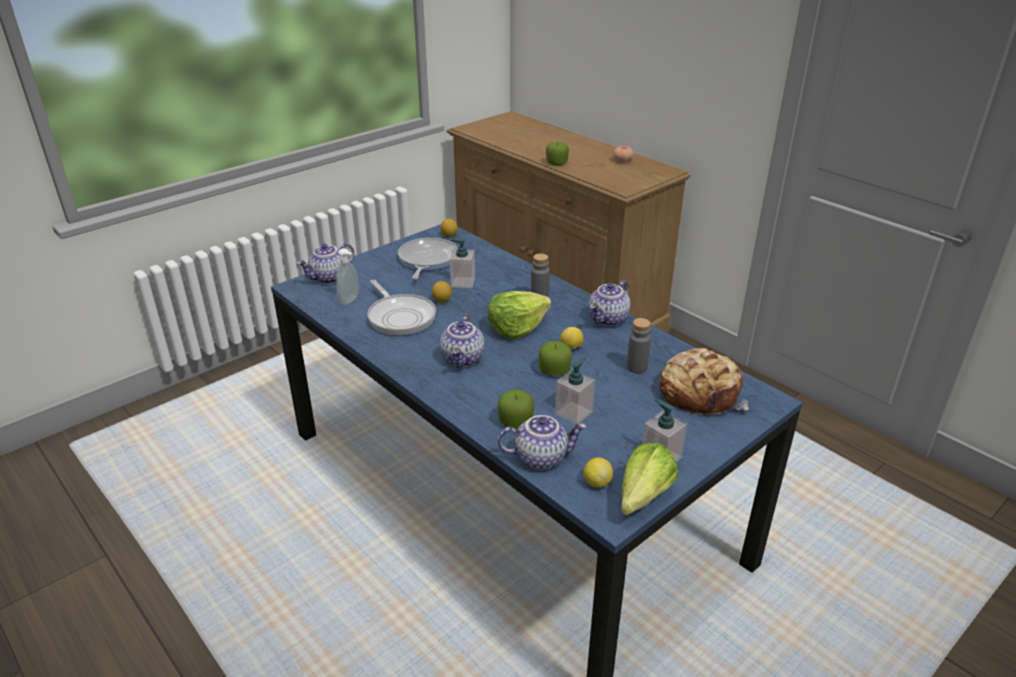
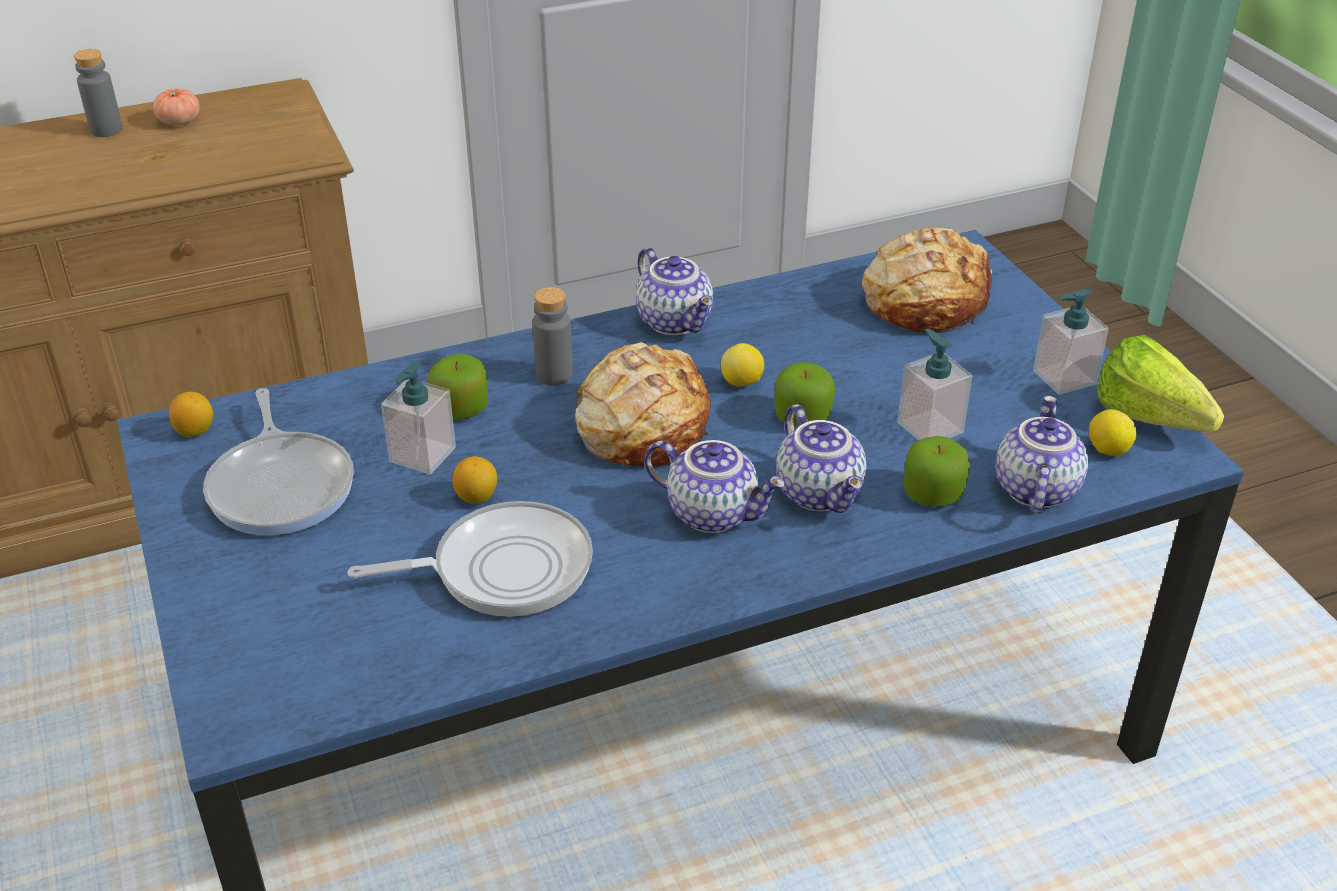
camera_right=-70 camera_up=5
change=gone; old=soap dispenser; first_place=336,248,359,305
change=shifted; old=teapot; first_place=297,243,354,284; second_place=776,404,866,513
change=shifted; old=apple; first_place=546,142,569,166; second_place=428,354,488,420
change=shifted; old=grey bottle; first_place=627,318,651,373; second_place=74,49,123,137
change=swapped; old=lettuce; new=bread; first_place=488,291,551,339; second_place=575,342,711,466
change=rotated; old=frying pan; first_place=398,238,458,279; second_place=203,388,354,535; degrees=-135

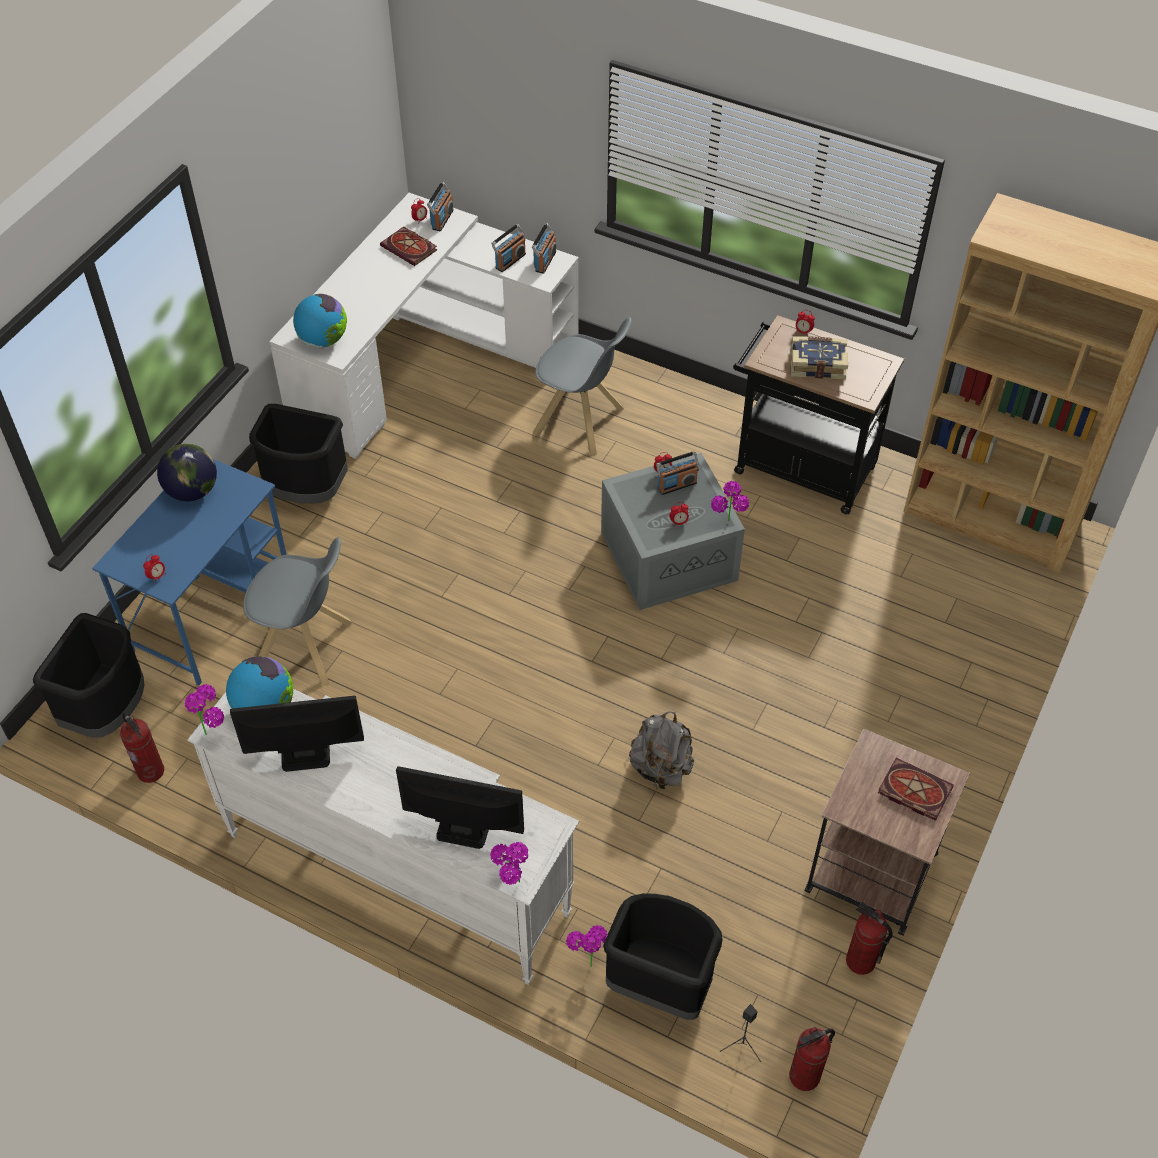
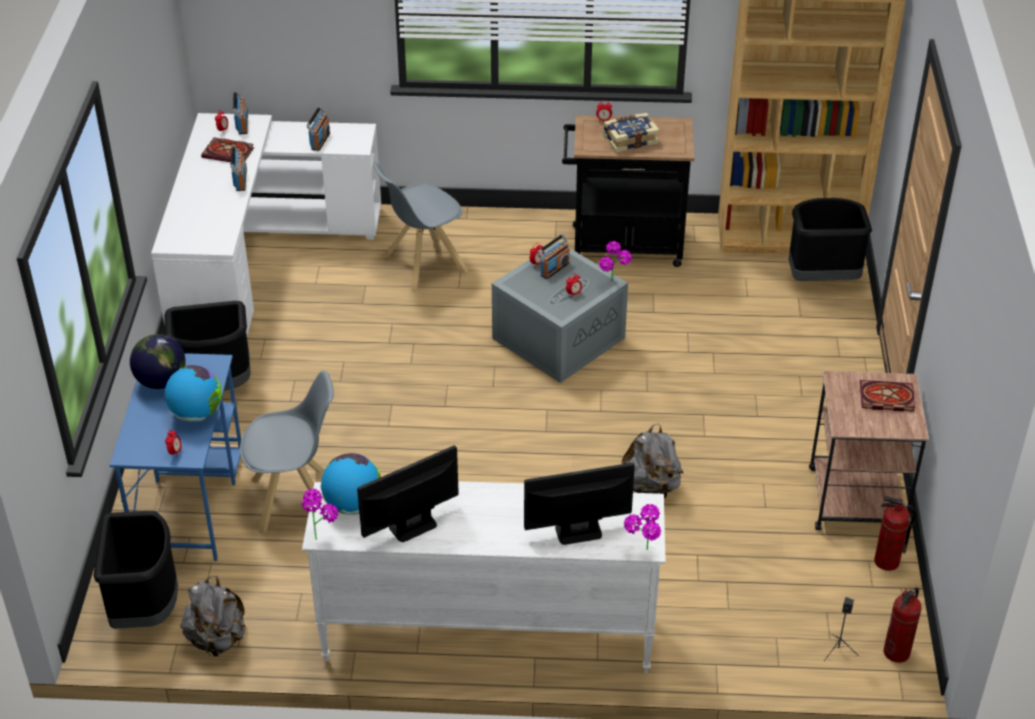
camera_right=-25 camera_up=-10
change=gone; old=potted plant; first_place=566,925,608,967
change=shifted; old=globe; first_place=293,294,347,349; second_place=165,365,222,422
change=shifted; old=radio; first_place=532,223,556,274; second_place=231,145,247,191
change=shifted; old=black trash can; first_place=603,893,722,1020; second_place=789,198,872,281
change=swapped; old=fire extinguisher; new=grey backpack; first_place=120,713,164,783; second_place=181,576,246,656
change=rotated; old=grey chair; first_place=533,317,632,455; second_place=373,163,468,292; degrees=150

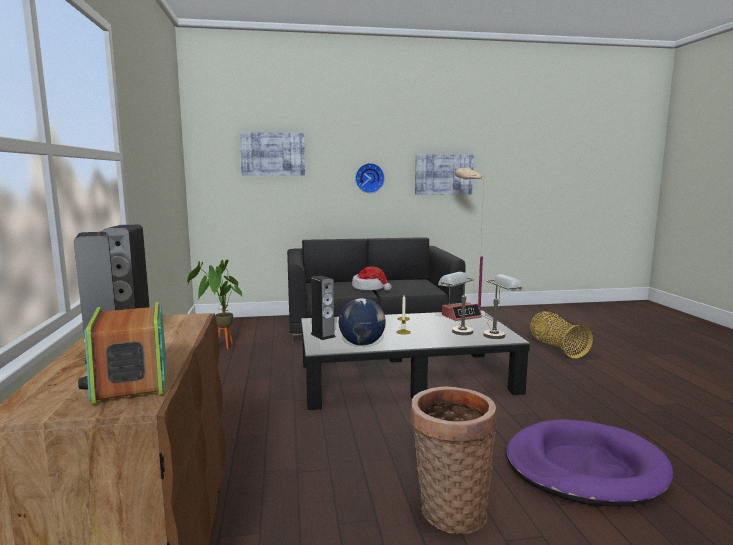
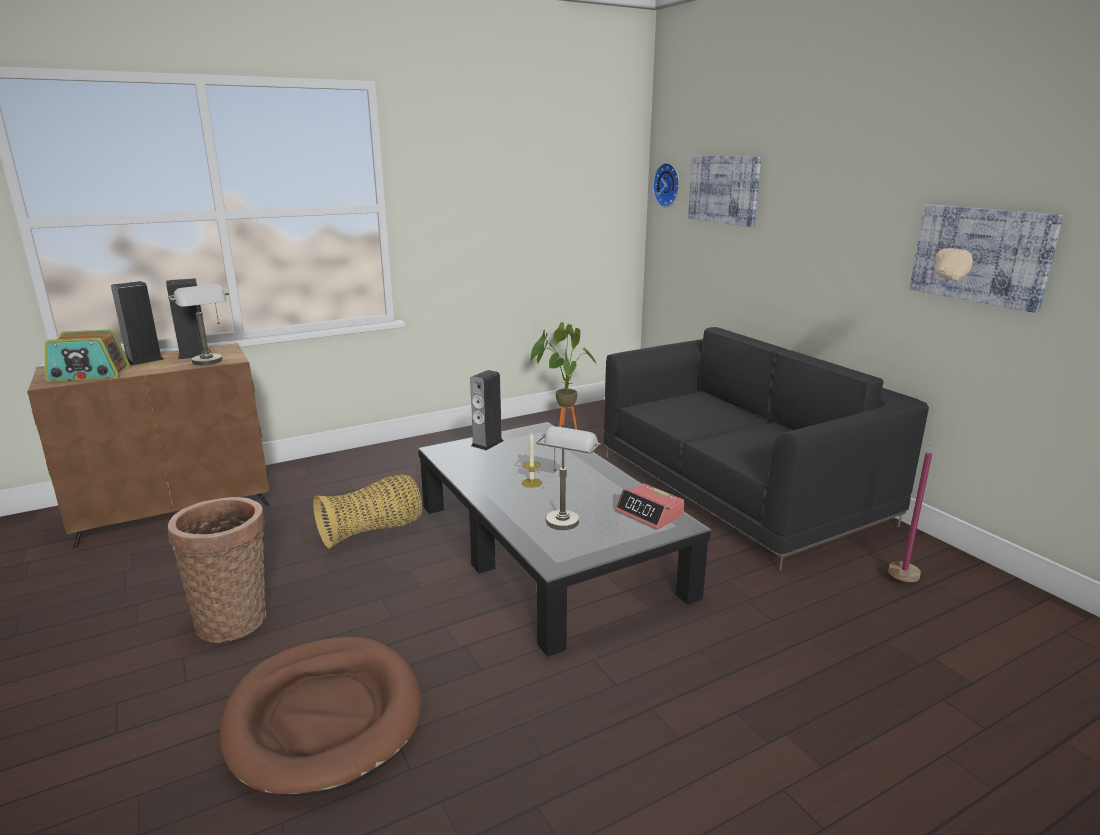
camera_right=70 camera_up=10
change=gone; old=globe; first_place=339,298,386,346
change=gone; old=hat; first_place=352,267,392,291
change=shifted; old=wall clock; first_place=355,163,385,193; second_place=653,163,679,208
change=shifted; old=grey table lamp; first_place=483,274,525,339; second_place=168,284,229,365
change=shifted; old=basket; first_place=530,311,593,358; second_place=313,475,422,549
change=repainted; old=purple dog bed; new=brown dog bed; first_place=506,419,673,507; second_place=220,637,422,796
change=rotated; old=radio; first_place=78,302,166,405; second_place=45,330,130,382; degrees=-150

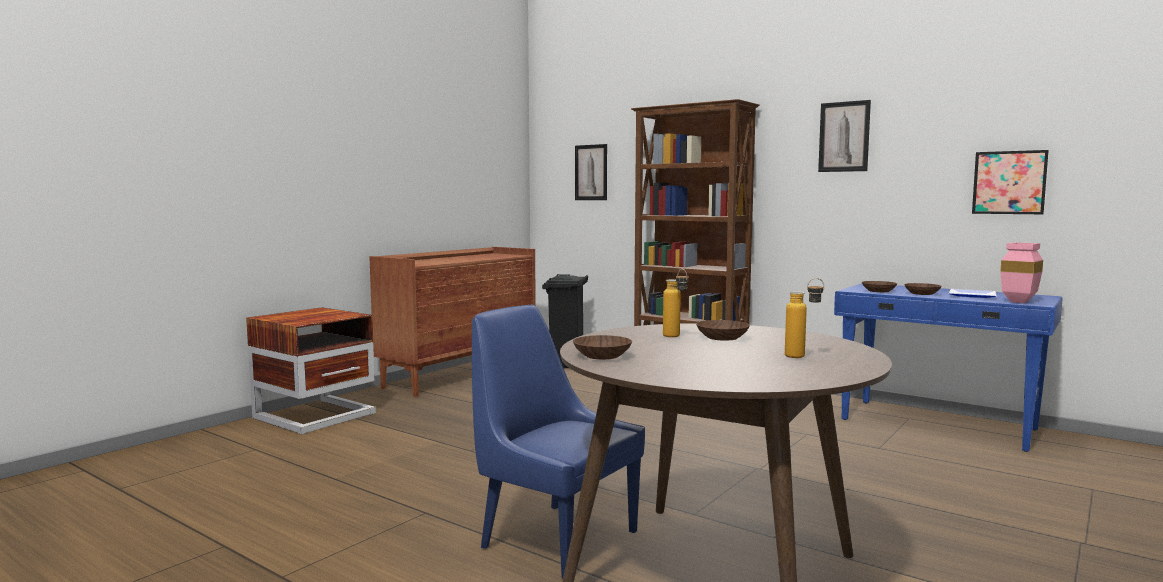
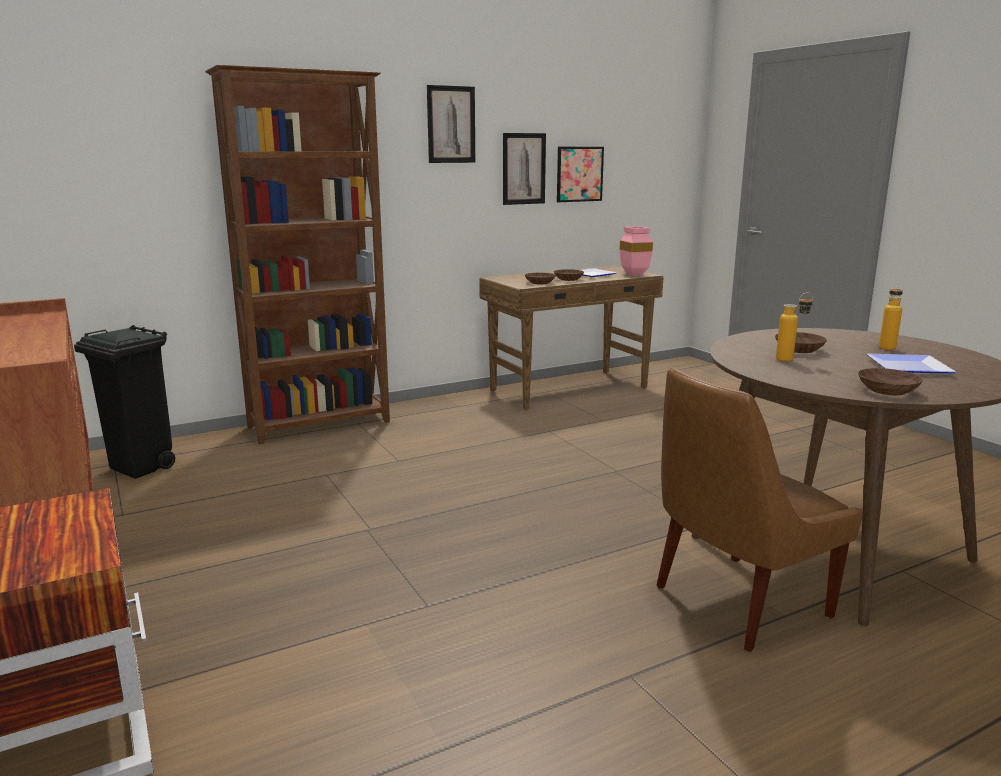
camera_right=-65 camera_up=10
change=new; new=plate; second_place=867,354,956,373
change=shifted; old=picture; first_place=575,144,607,200; second_place=503,133,546,205
change=repainted; old=blue chair; new=brown chair; first_place=472,305,645,579; second_place=657,367,863,652
change=repainted; old=blue console table; new=brown console table; first_place=834,283,1063,452; second_place=479,266,664,410

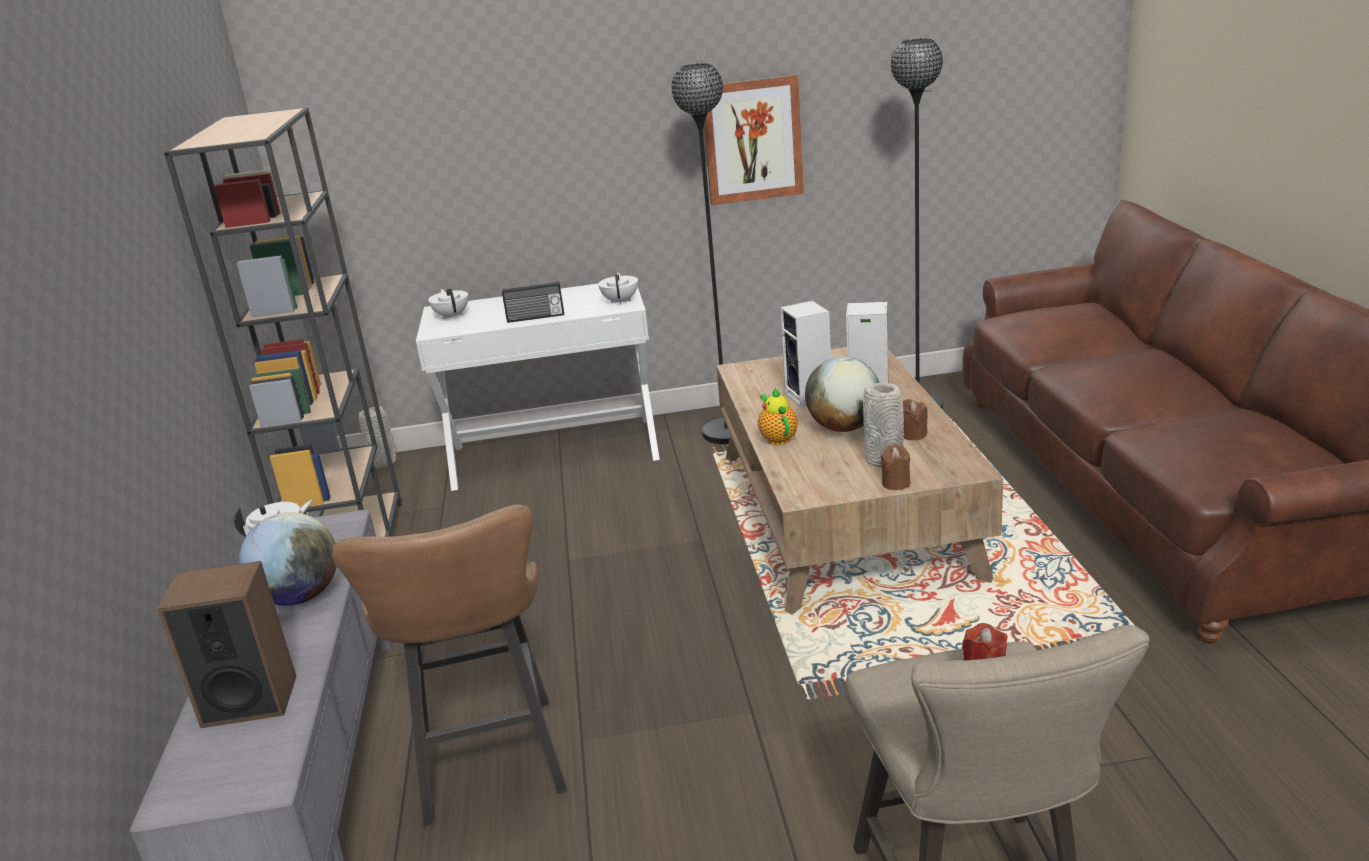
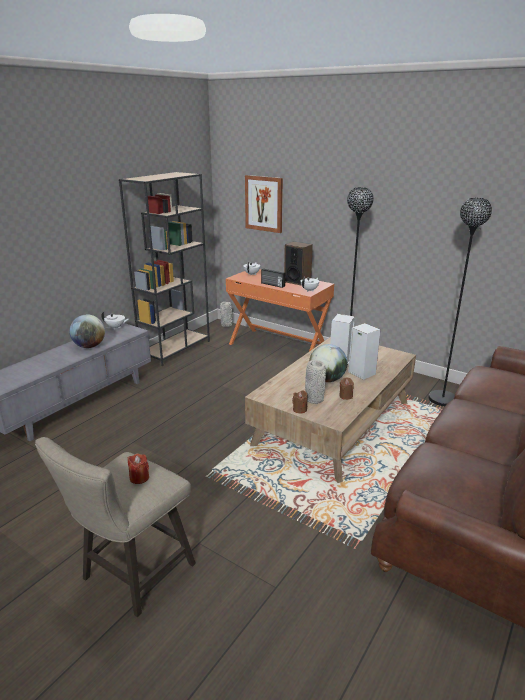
camera_right=40 camera_up=0
change=gone; old=brown stool; first_place=332,505,567,827
change=gone; old=teapot; first_place=758,387,798,445
change=shifted; old=speaker; first_place=157,561,297,728; second_place=284,241,313,286
change=shifted; old=picture; first_place=704,75,804,205; second_place=245,175,283,233
change=repainted; old=white console table; new=orange console table; first_place=416,284,660,491; second_place=226,269,334,351

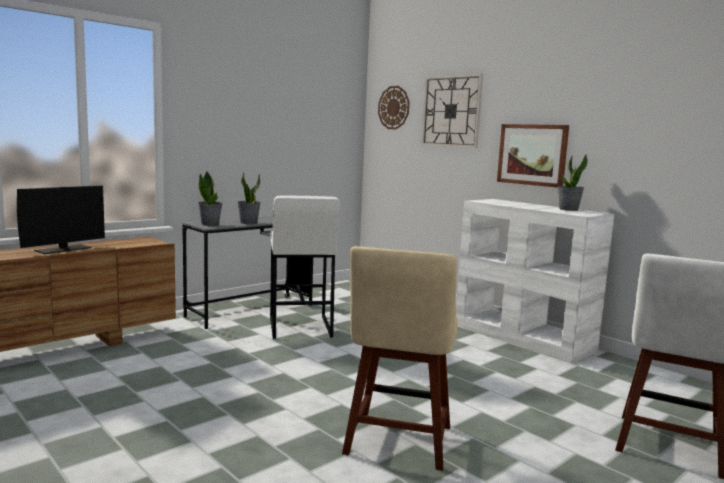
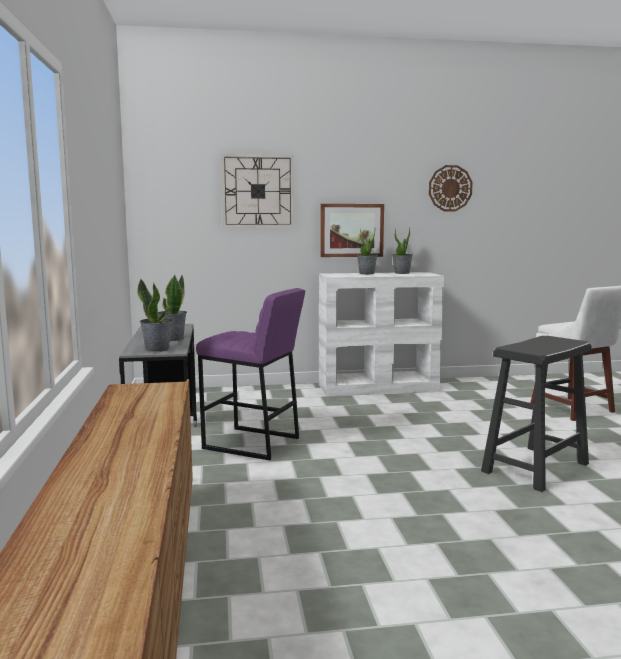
camera_right=-55 camera_up=0
change=gone; old=monitor; first_place=17,185,105,254
change=new; new=potted plant; second_place=357,229,377,274
change=shifted; old=wall clock; first_place=378,86,409,129; second_place=429,165,473,211
change=swapped; old=beige chair; new=black stool; first_place=342,246,458,471; second_place=481,336,591,492
change=repainted; old=white stool; new=purple stool; first_place=270,196,340,339; second_place=196,288,305,460

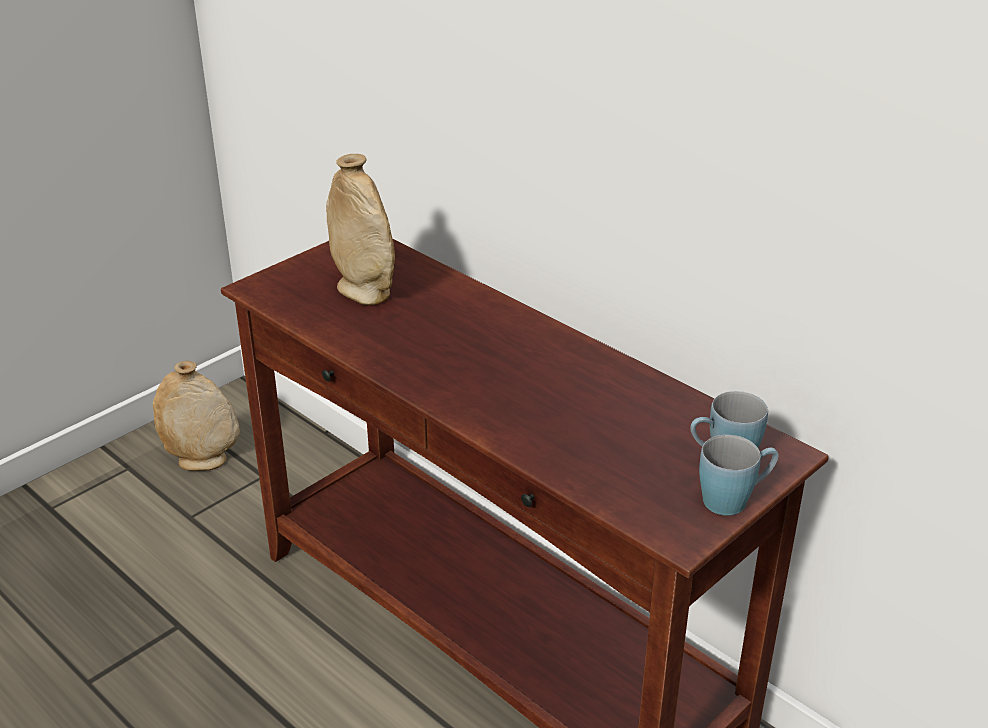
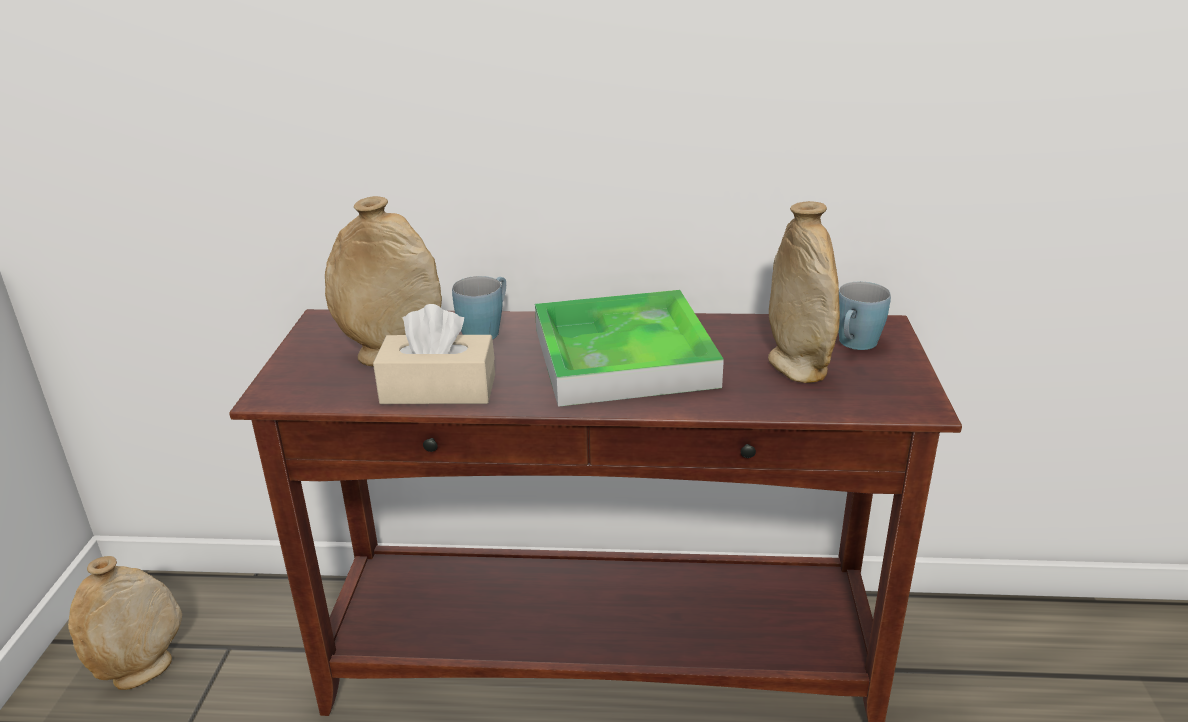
camera_right=-40 camera_up=-5
change=new; new=beige tissue box; second_place=373,304,495,404
change=new; new=tray; second_place=535,290,724,407
change=new; new=beige vase; second_place=768,201,840,383
change=shifted; old=blue mug; first_place=699,435,779,516; second_place=452,276,506,340

